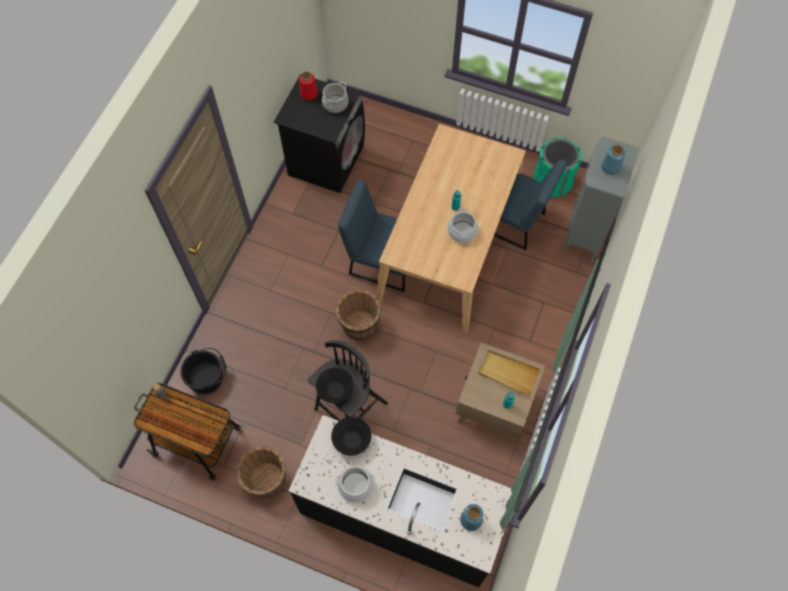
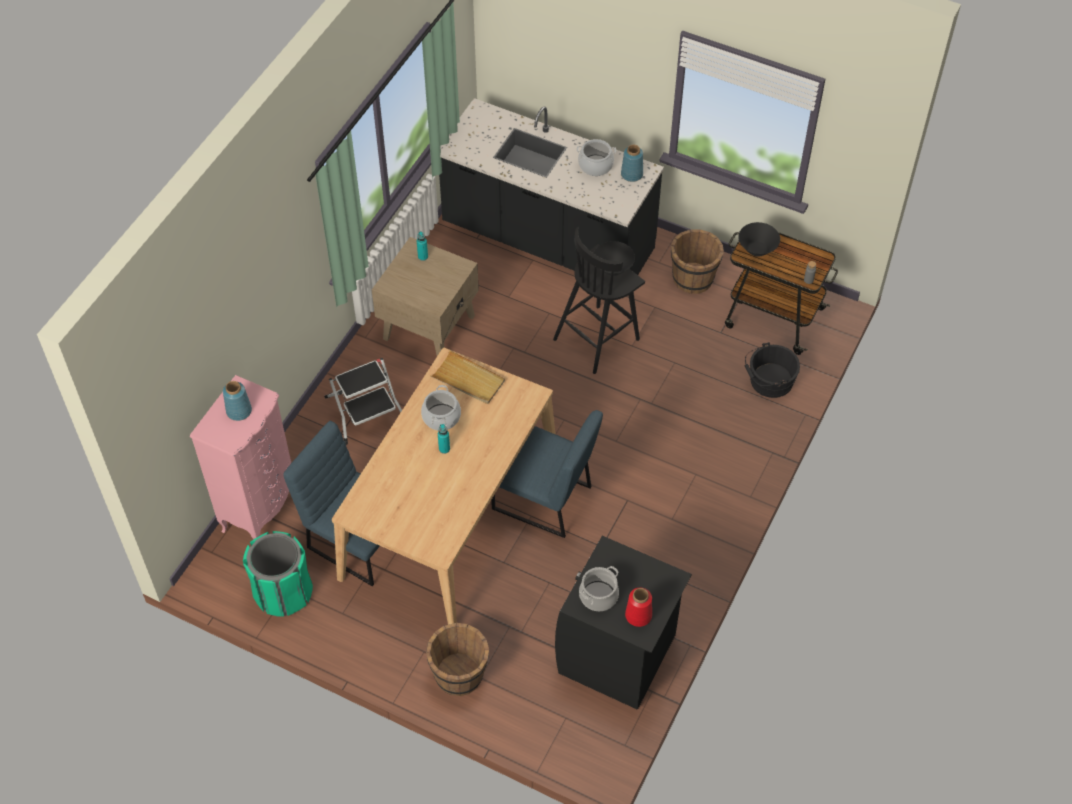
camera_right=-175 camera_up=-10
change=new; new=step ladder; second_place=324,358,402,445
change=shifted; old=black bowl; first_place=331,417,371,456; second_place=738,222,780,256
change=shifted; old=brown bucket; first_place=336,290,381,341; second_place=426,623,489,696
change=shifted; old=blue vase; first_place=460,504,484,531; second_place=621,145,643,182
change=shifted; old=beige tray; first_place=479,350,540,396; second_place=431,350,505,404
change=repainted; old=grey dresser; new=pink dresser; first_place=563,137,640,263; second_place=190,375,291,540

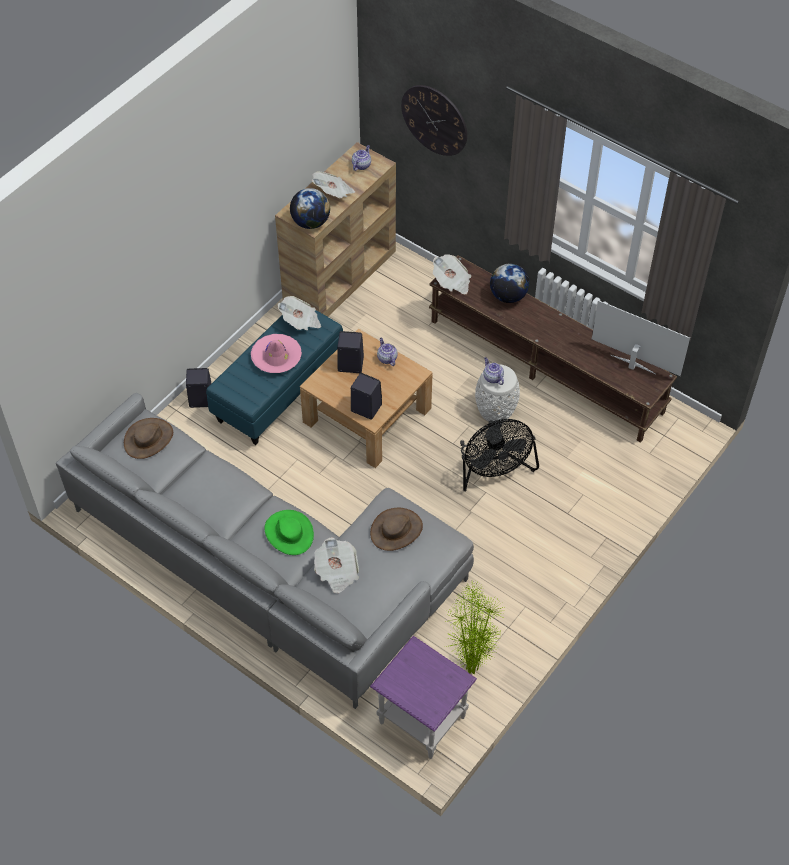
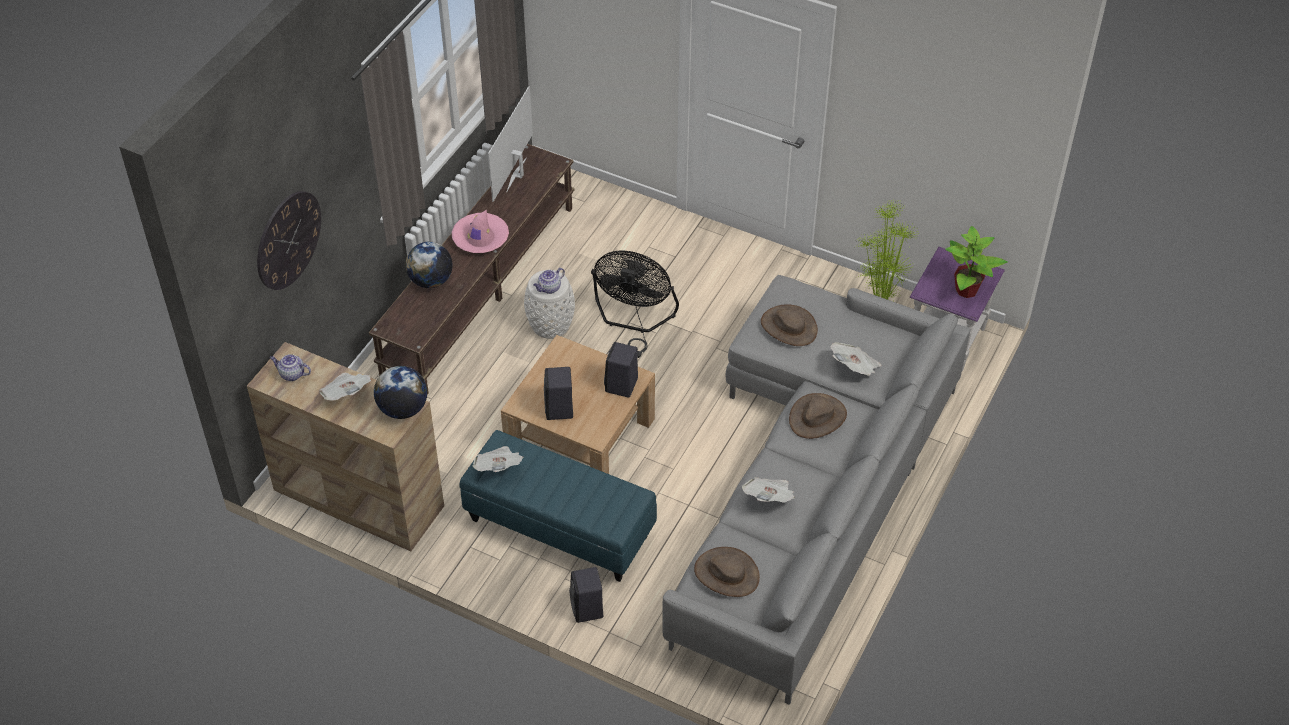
camera_right=-100 camera_up=-5
change=gone; old=teapot; first_place=377,338,398,366
change=new; new=potted plant; second_place=945,226,1008,298
change=shifted; old=pink hat; first_place=251,334,302,373; second_place=451,210,509,253
change=shifted; old=newspaper; first_place=433,254,471,295; second_place=742,477,795,502
change=repainted; old=green hat; new=brown hat; first_place=264,510,314,555; second_place=789,393,847,439
change=rotated; old=black fan; first_place=460,419,539,491; second_place=591,251,679,358; degrees=-45

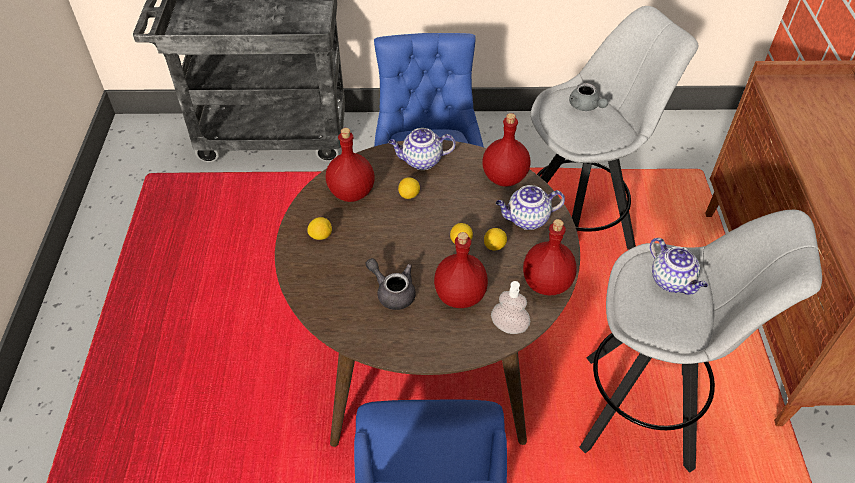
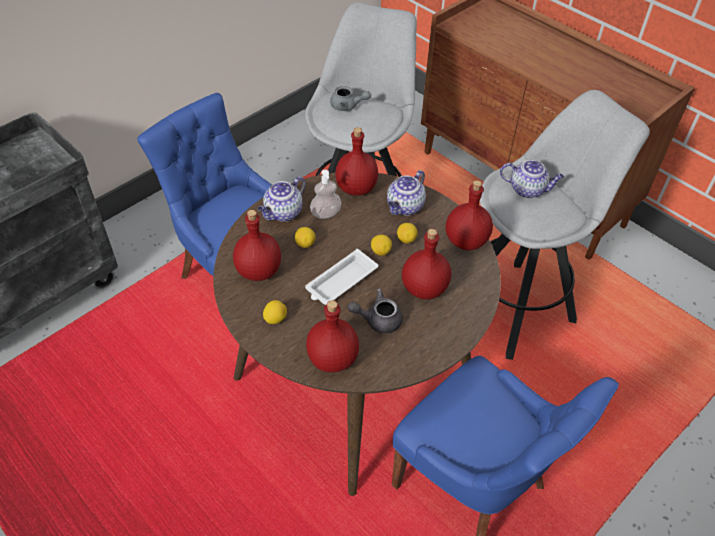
camera_right=-45 camera_up=0
change=new; new=white tray; second_place=305,249,378,305
change=new; new=red bottle; second_place=306,300,359,373
change=shifted; old=soap dispenser; first_place=491,281,530,334; second_place=310,170,342,219

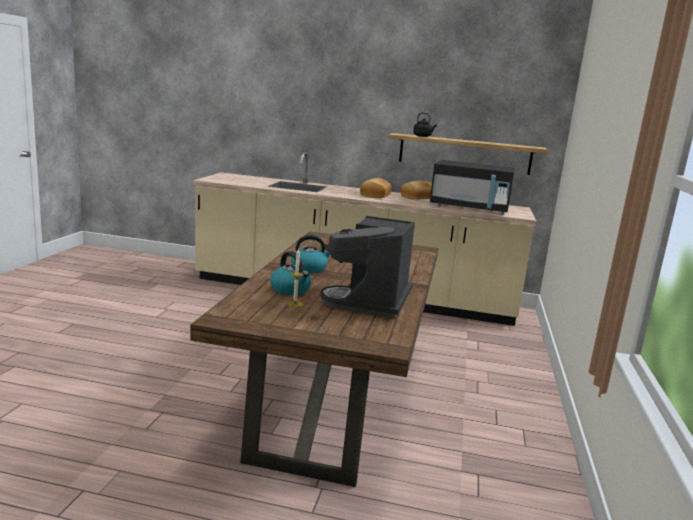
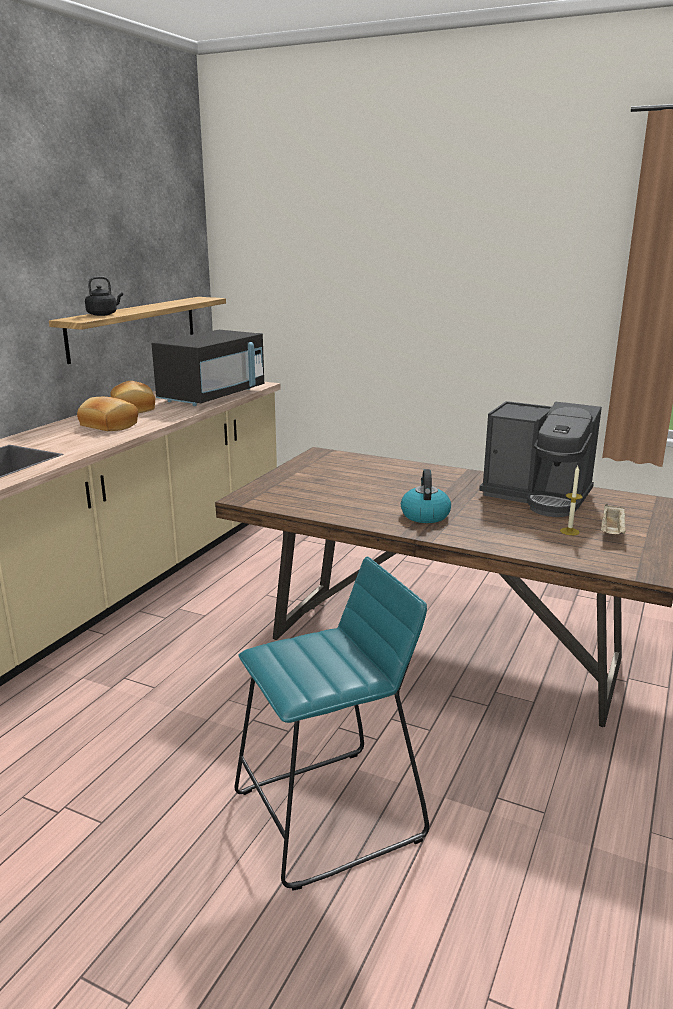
camera_right=-75 camera_up=5
change=gone; old=kettle; first_place=270,251,311,295
change=new; new=turquoise stool; second_place=234,557,429,891
change=new; new=beige tray; second_place=601,504,626,534

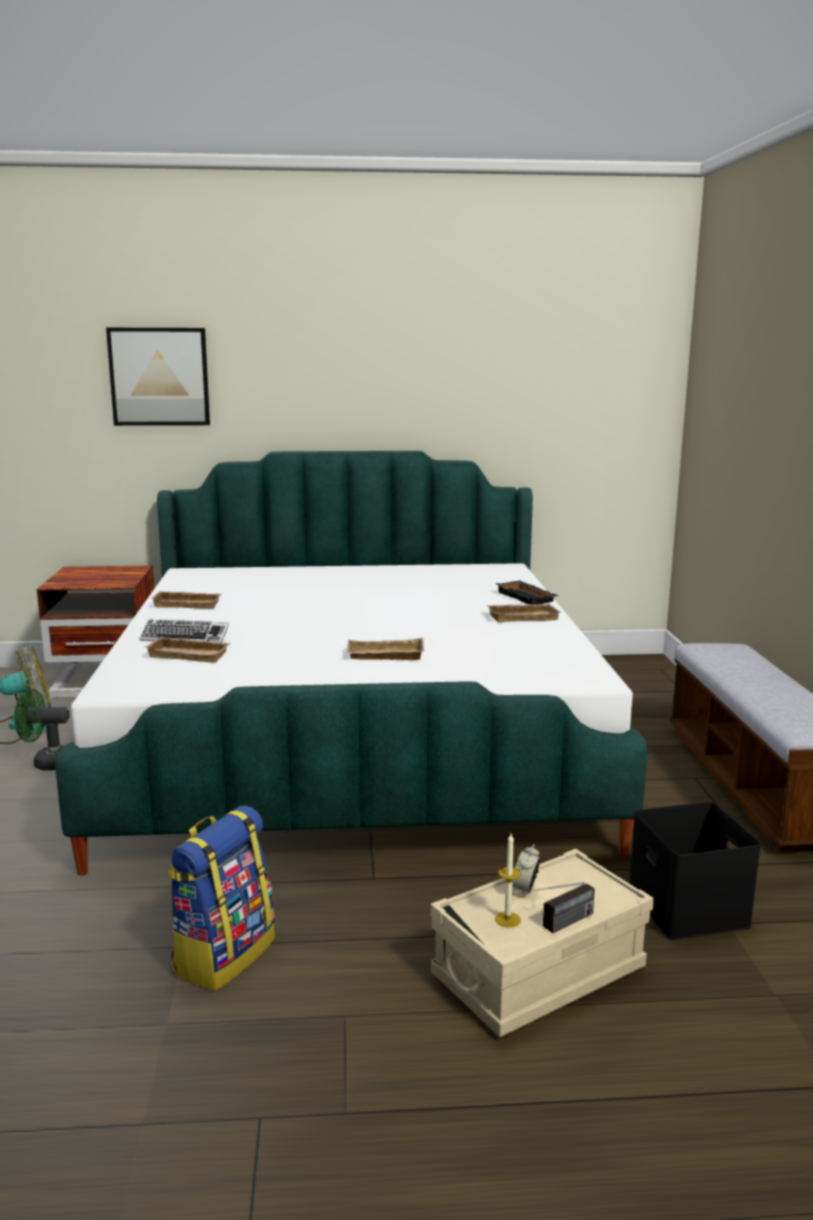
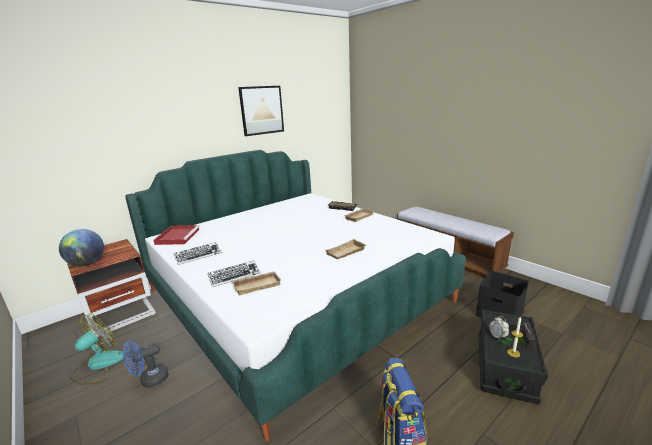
camera_right=-35 camera_up=5
change=new; new=globe; second_place=59,229,104,266
change=new; new=red tray; second_place=153,225,200,245
change=shifted; old=picture; first_place=106,328,210,426; second_place=238,86,284,136
change=swapped; old=beige tray; new=keyboard; first_place=150,591,222,609; second_place=174,242,222,265
change=repainted; old=green fan; new=blue fan; first_place=14,689,70,771; second_place=123,341,168,388
change=repainted; old=beige storage box; new=black storage box; first_place=431,849,654,1037; second_place=478,309,548,404

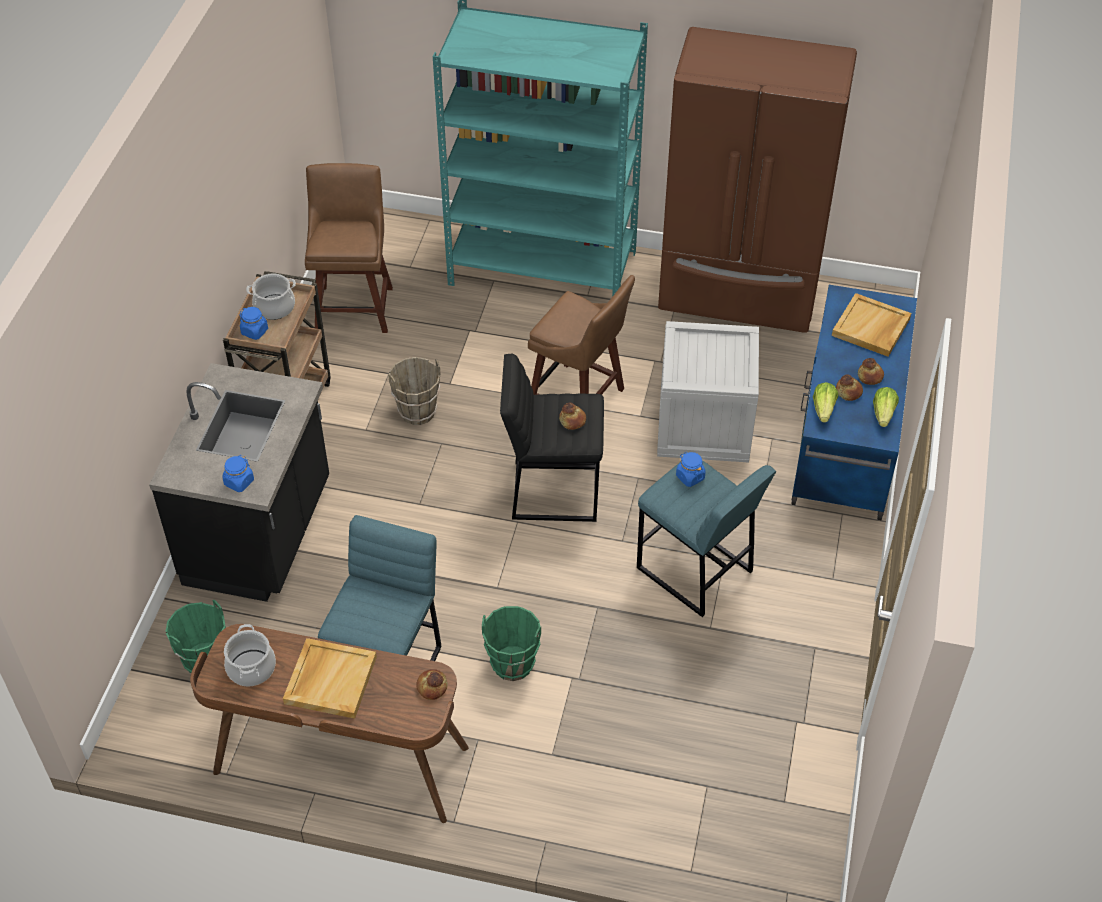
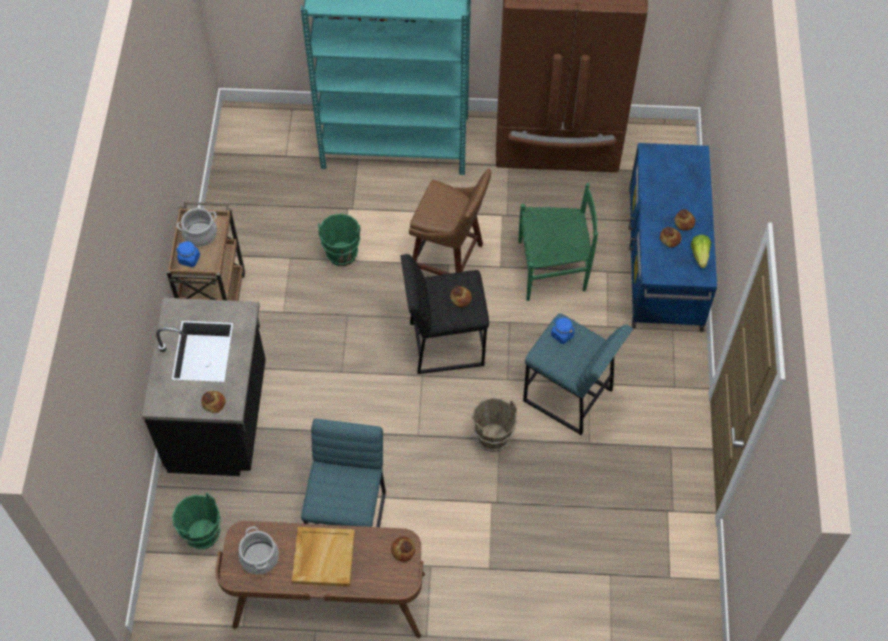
camera_right=-10 camera_up=10
change=gone; old=brown chair; first_place=305,163,393,333
change=gone; old=lettuce; first_place=813,382,838,423
change=gone; old=beige tray; first_place=832,293,911,357
change=shifted; old=brown bucket; first_place=388,357,441,425; second_place=472,398,517,452
change=shifted; old=green bucket; first_place=482,606,541,681; second_place=318,214,361,266
change=swapped; old=blue jar; new=bread; first_place=222,455,254,492; second_place=201,391,226,413
change=swapped; old=crate; new=green chair; first_place=657,321,759,462; second_place=519,183,598,301

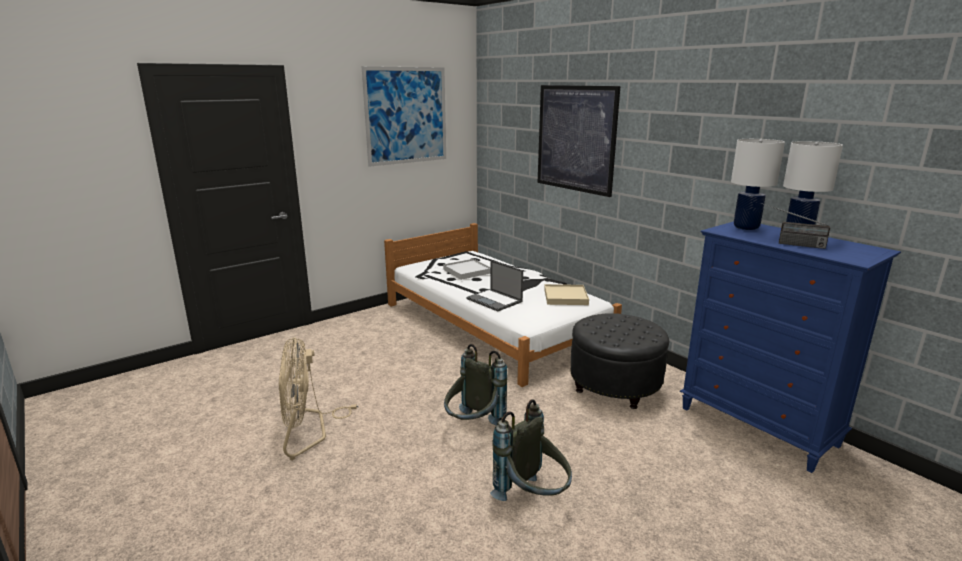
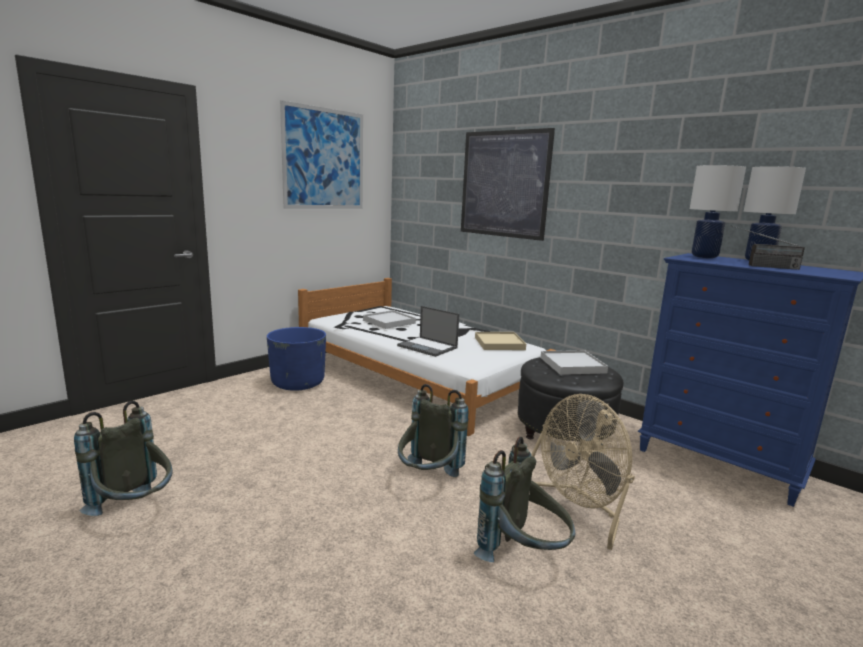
camera_right=-10 camera_up=-5
change=new; new=grey backpack; second_place=74,401,173,516
change=new; new=blue planter; second_place=267,327,326,391
change=new; new=white tray; second_place=540,350,608,375
change=shifted; old=beige fan; first_place=279,337,357,461; second_place=531,394,635,550

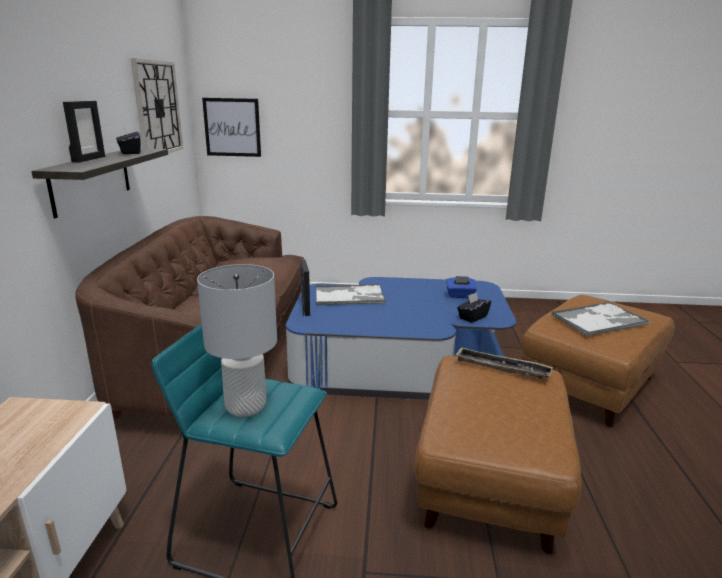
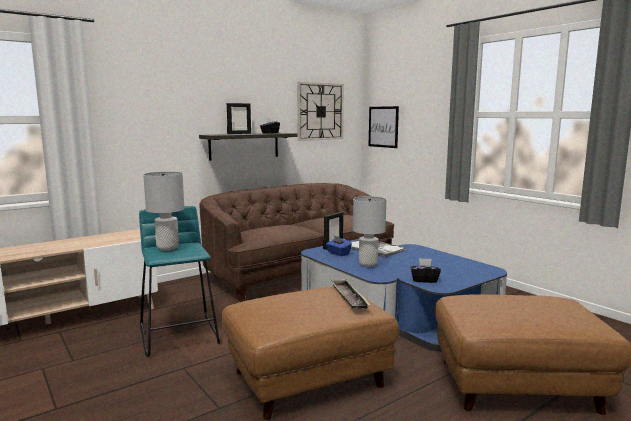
camera_right=50 camera_up=-10
change=gone; old=tray; first_place=551,302,649,336
change=new; new=grey table lamp; second_place=353,196,386,267
change=shifted; old=blue tissue box; first_place=446,276,477,298; second_place=326,236,352,256

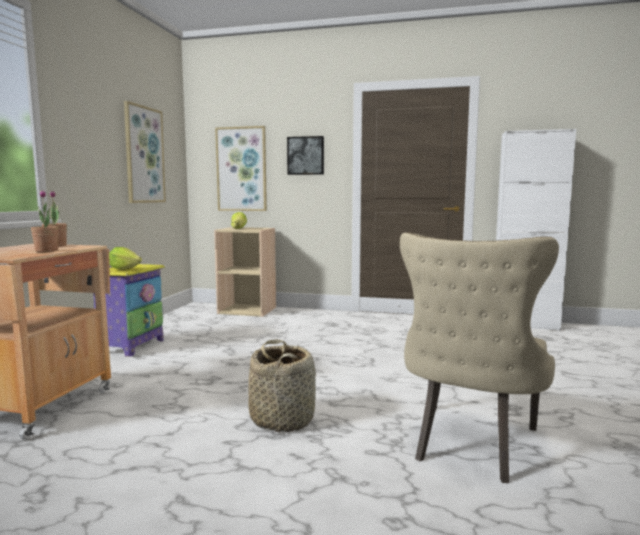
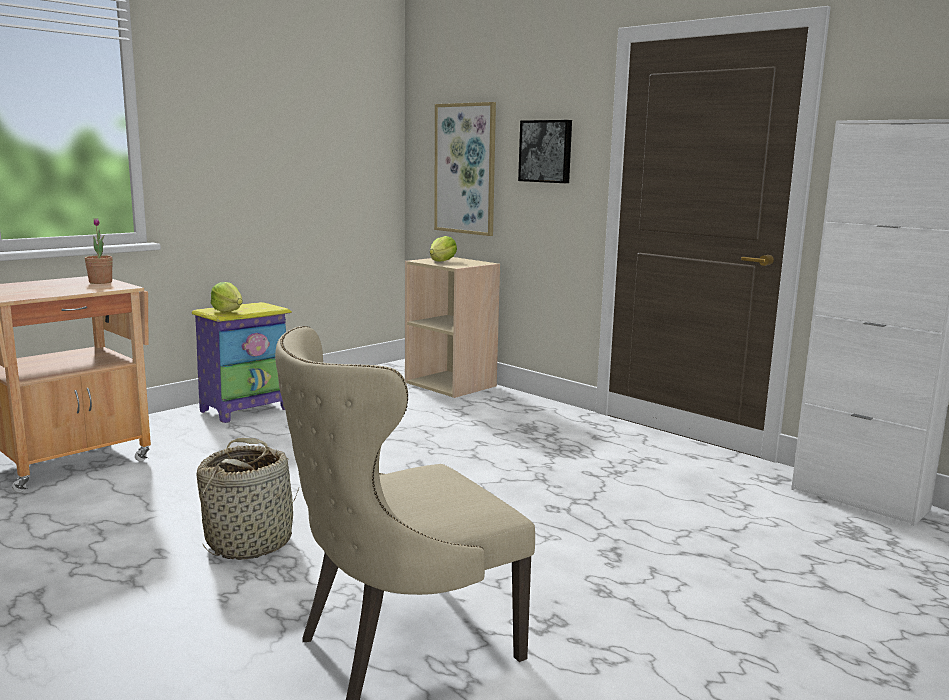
camera_right=30 camera_up=5
change=gone; old=potted plant; first_place=31,190,59,252
change=gone; old=picture; first_place=124,101,166,203

